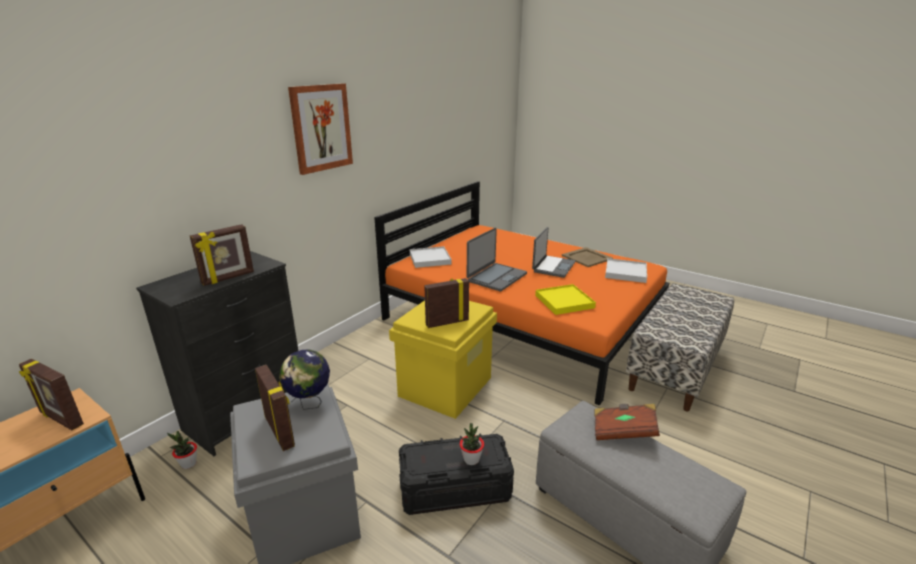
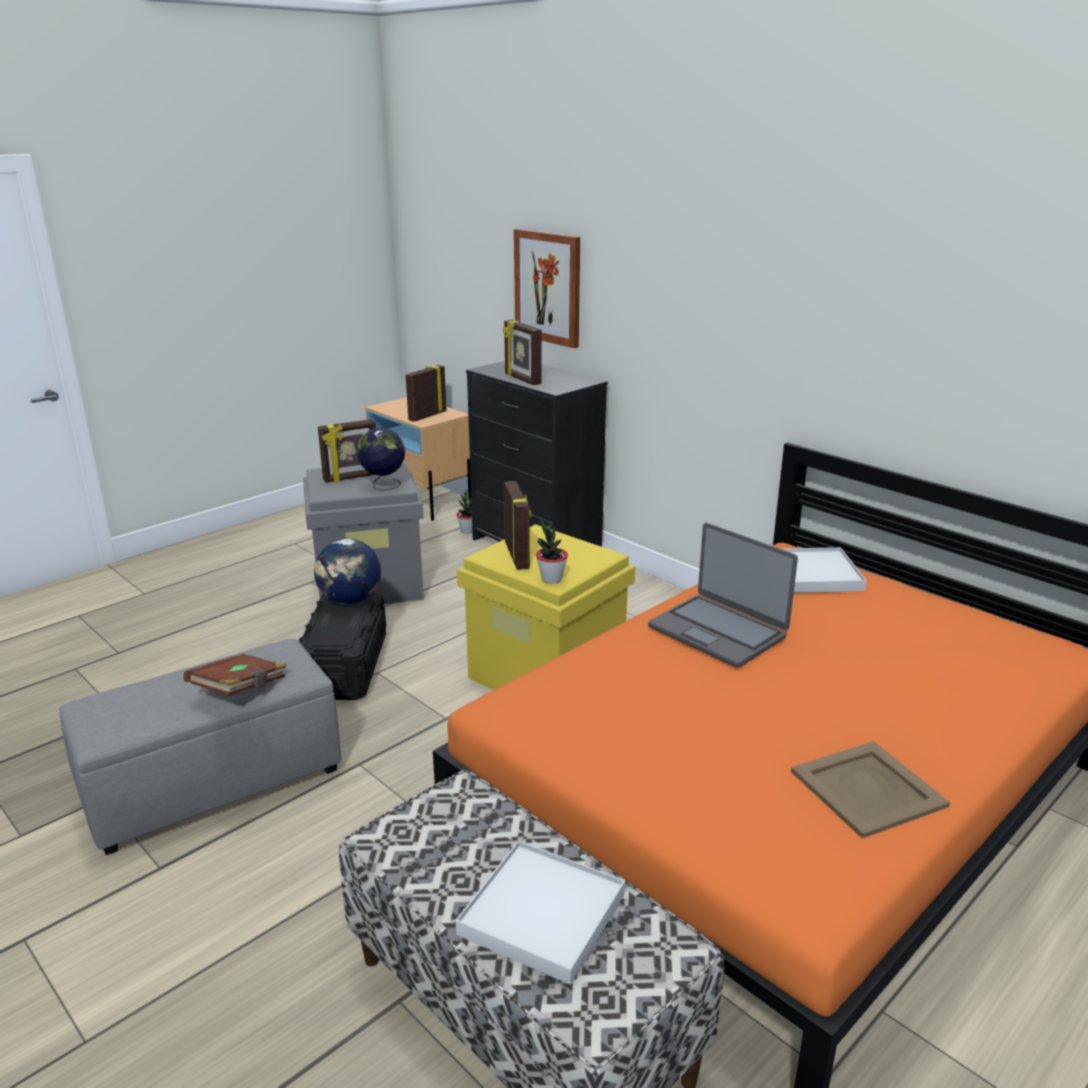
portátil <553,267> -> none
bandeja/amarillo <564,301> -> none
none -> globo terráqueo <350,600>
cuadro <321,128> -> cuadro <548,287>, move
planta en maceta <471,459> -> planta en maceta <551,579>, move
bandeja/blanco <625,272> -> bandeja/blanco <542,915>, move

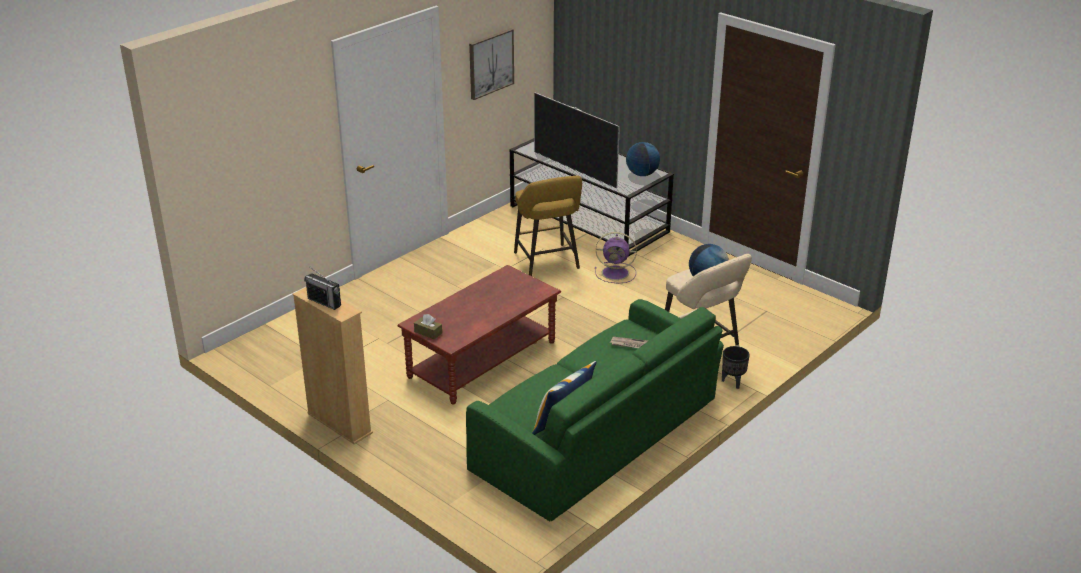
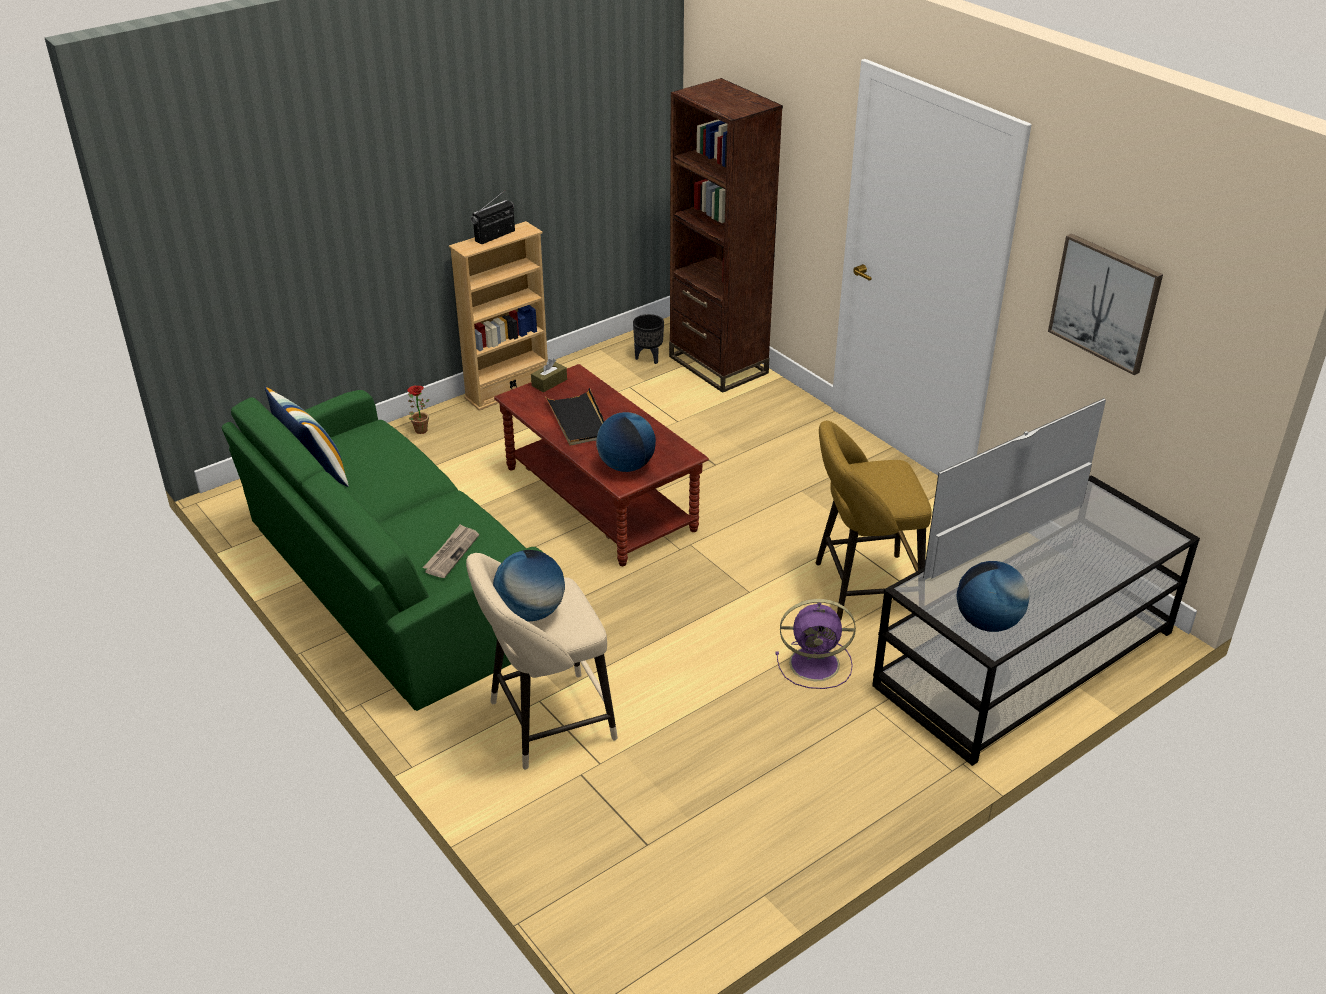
none -> planta en maceta <419,429>
none -> bandeja/negro <578,420>
none -> globo terráqueo <626,466>
none -> estantería/marrón <718,365>
maceta/negro <733,382> -> maceta/negro <648,358>, move
ventilador/morado <616,273> -> ventilador/morado <816,664>, 105 degrees counterclockwise

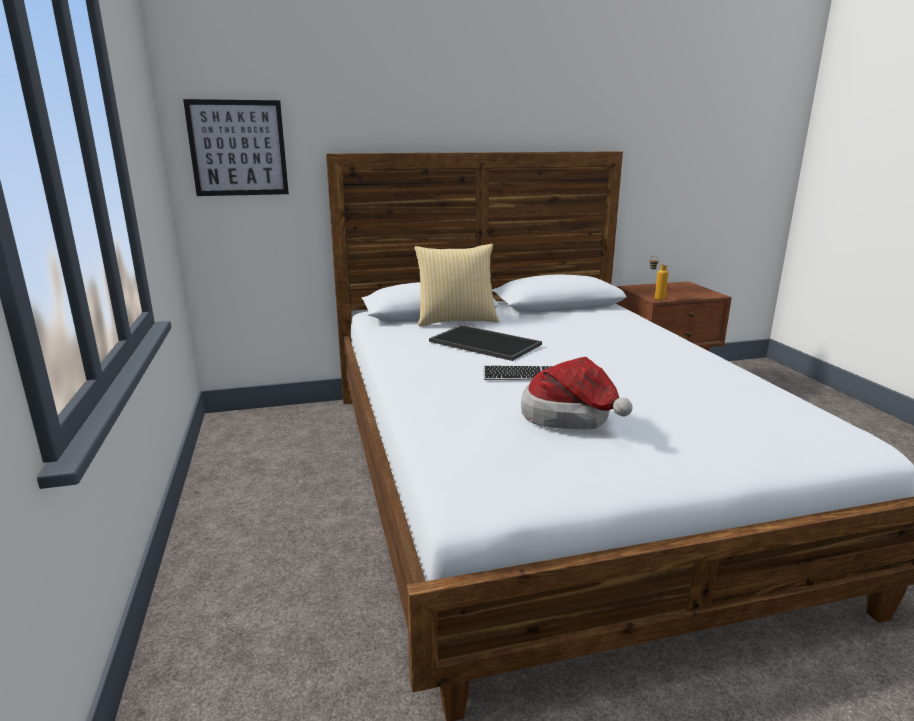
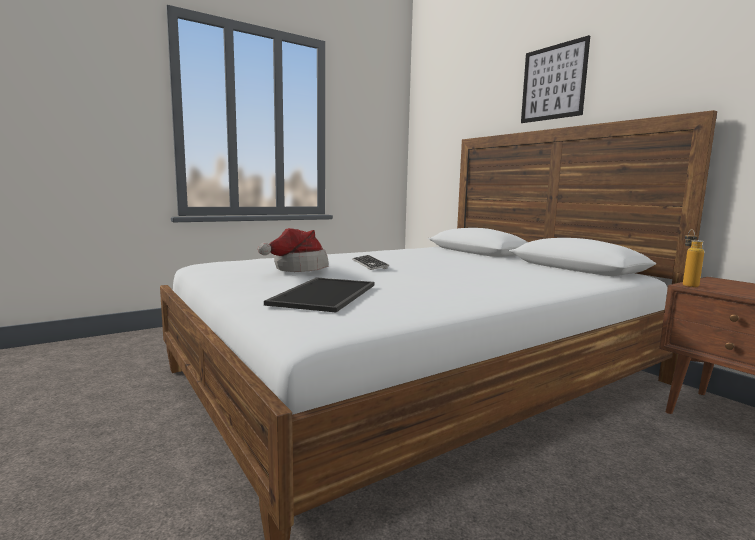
cojín <456,320> -> none
cuadro <238,148> -> cuadro <553,82>, move
bandeja <483,343> -> bandeja <323,294>, move

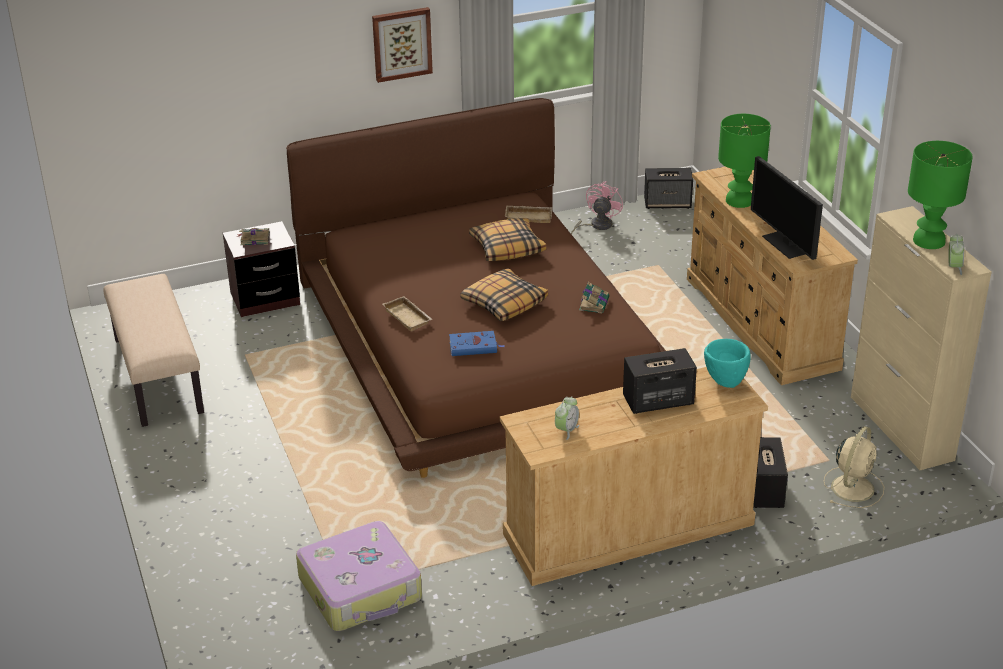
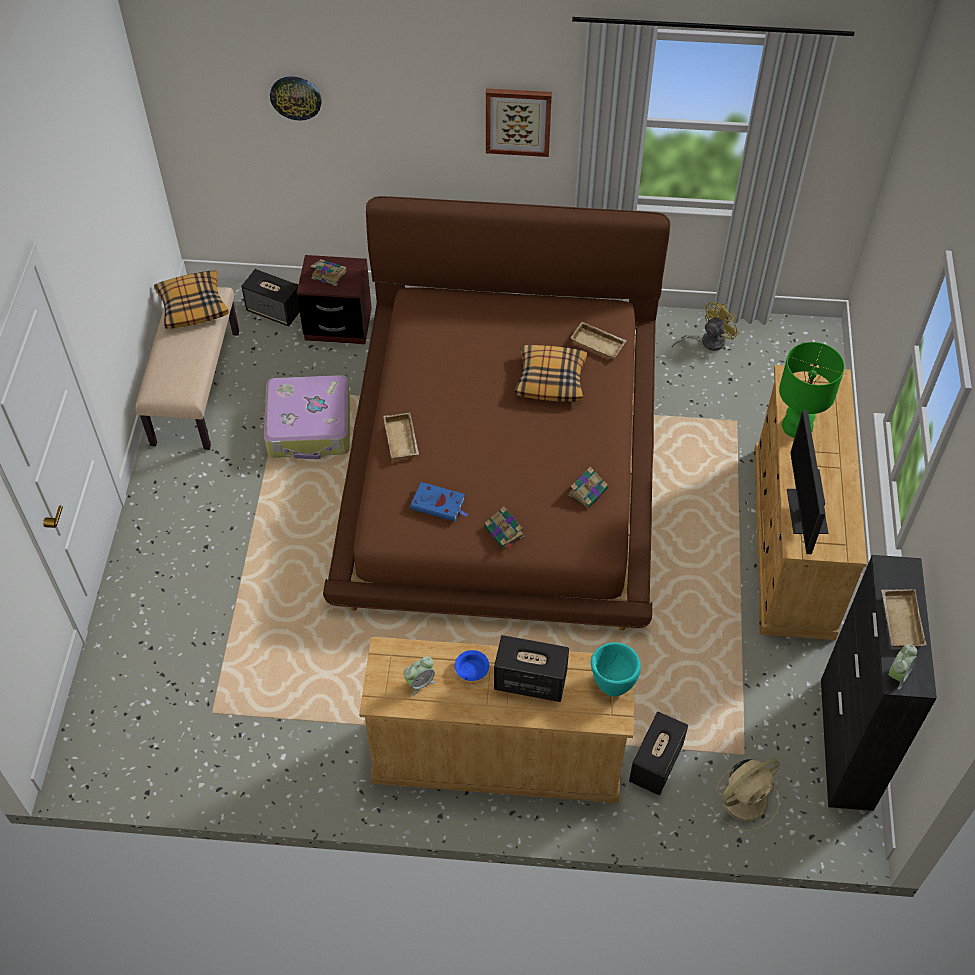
none -> reloj de pared <296,97>
none -> cuenco/azul <472,670>
none -> libro <504,532>
maleta <361,589> -> maleta <310,426>, move
cojín <504,303> -> cojín <192,306>, move
altavoz <668,203> -> altavoz <275,311>, move
lámpara de mesa/verde <928,240> -> bandeja/beis <899,620>
ventilador/rosa <596,226> -> ventilador/amarillo <707,342>
armario/beis <901,428> -> armario/negro <846,744>

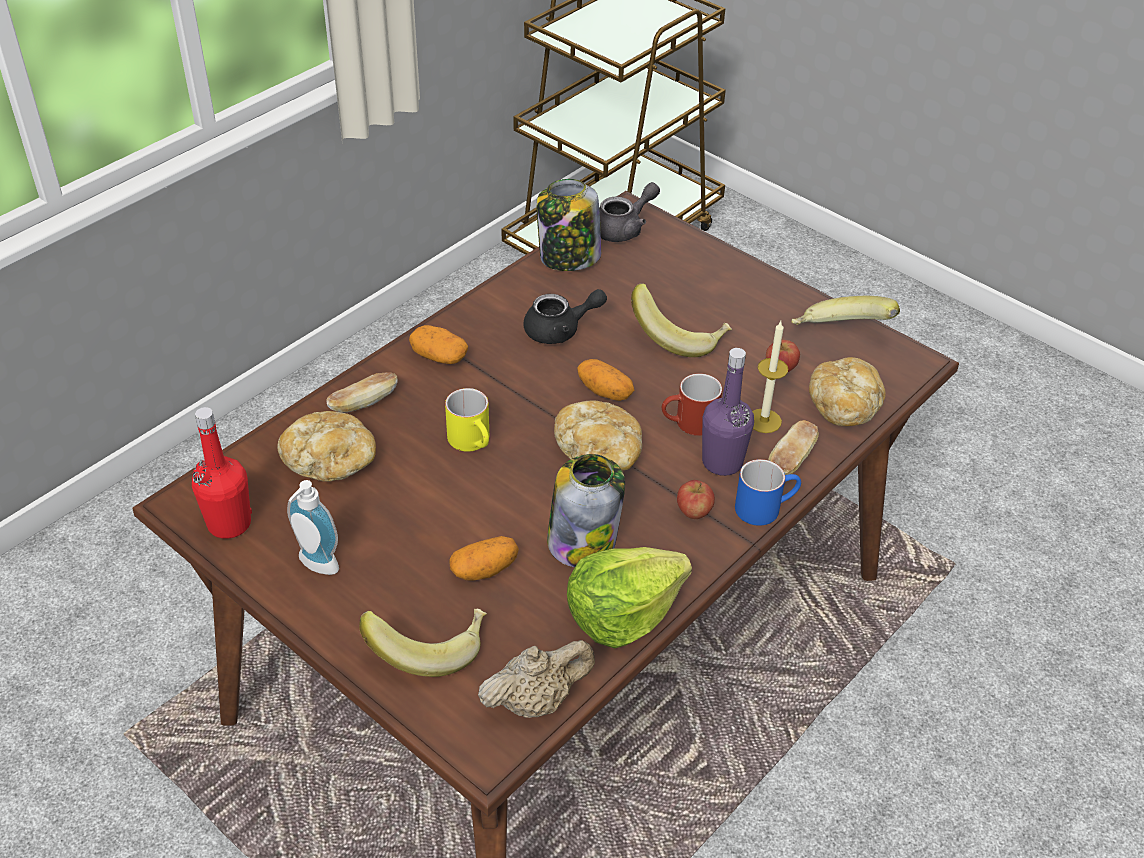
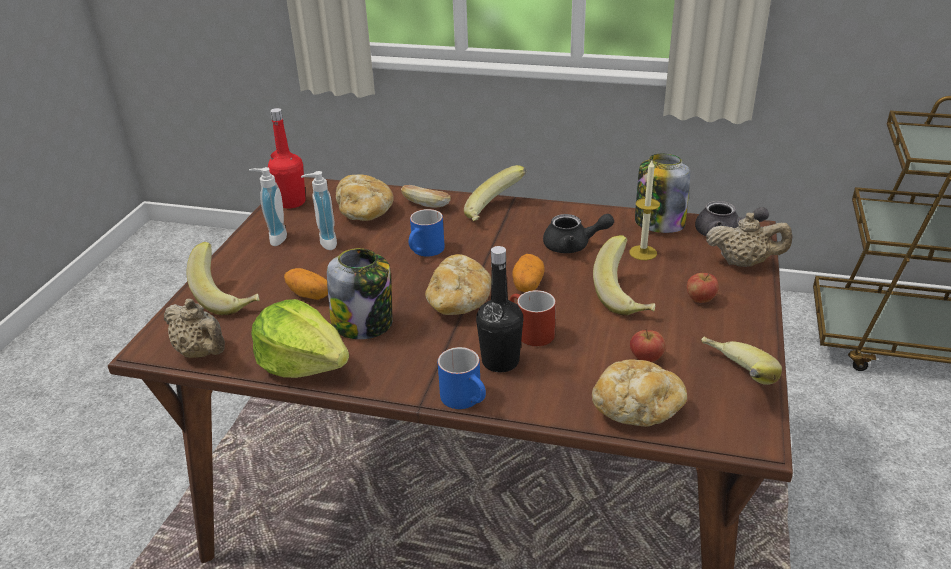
pan <791,460> -> none
none -> dispensador de jabón <324,243>
none -> tetera/beis <744,263>
manzana <693,512> -> manzana <700,299>, move
vela <764,421> -> vela <643,253>, move
patata <439,357> -> plátano <495,213>
taza grande/amarillo <474,442> -> taza grande/azul <425,251>
botella/morado <722,462> -> botella/negro <500,361>
tetera/negro <560,330> -> tetera/negro <573,246>, 45 degrees counterclockwise

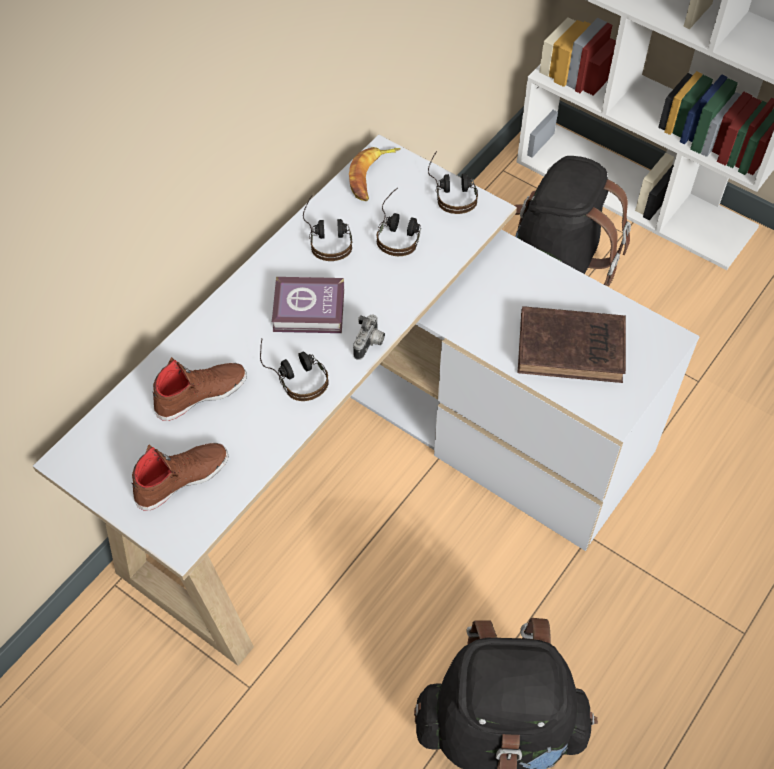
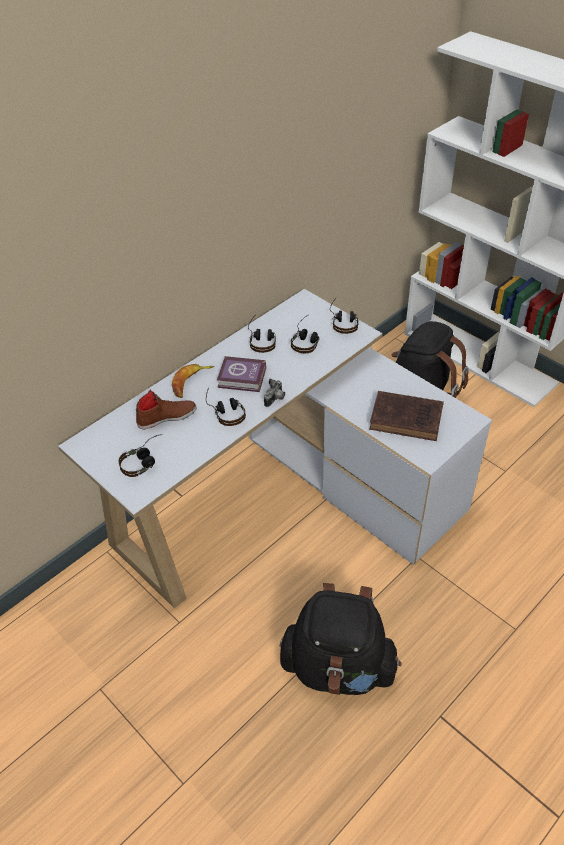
plátano <372,176> -> plátano <190,383>, move
zapato/marrón <181,478> -> auriculares <144,461>

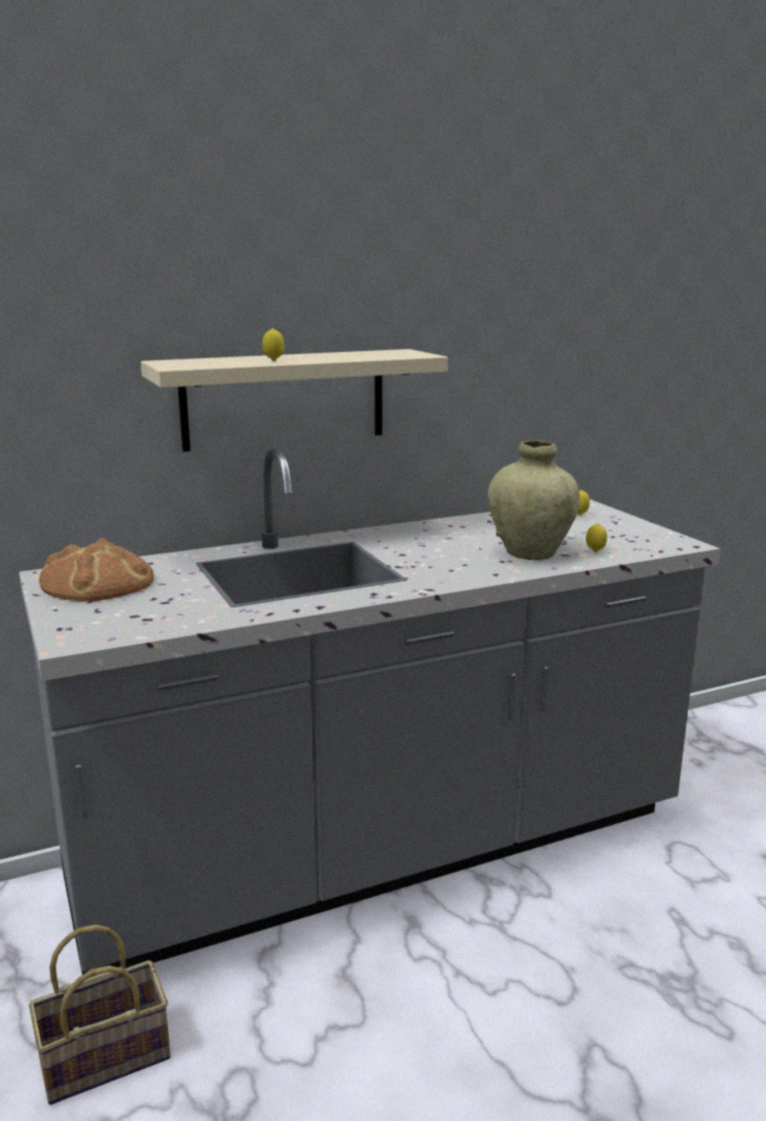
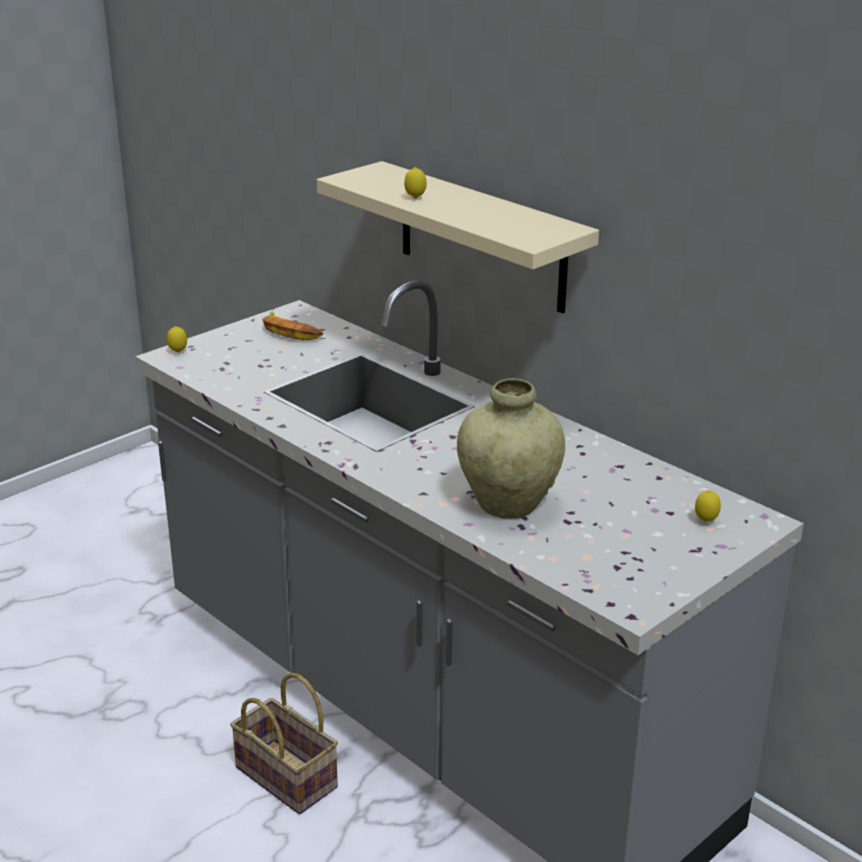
cesta <108,1055> -> cesta <289,777>, move
limón <595,552> -> limón <178,352>, move
pan <99,582> -> plátano <291,332>

